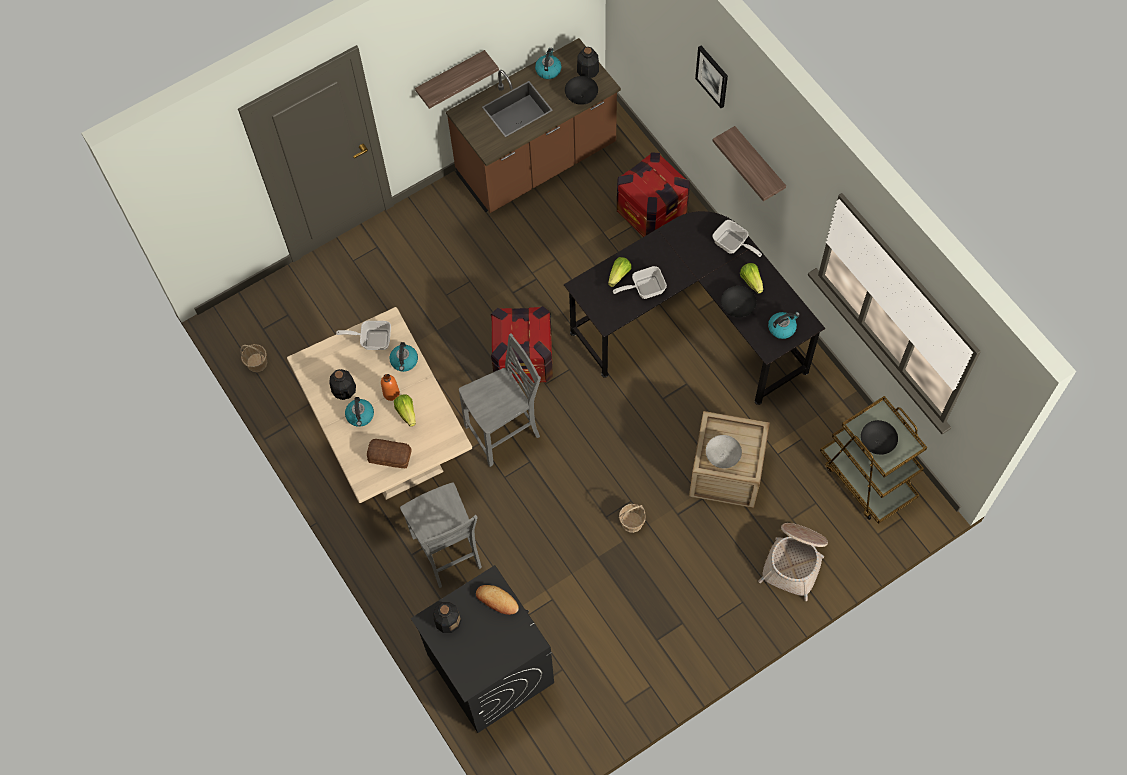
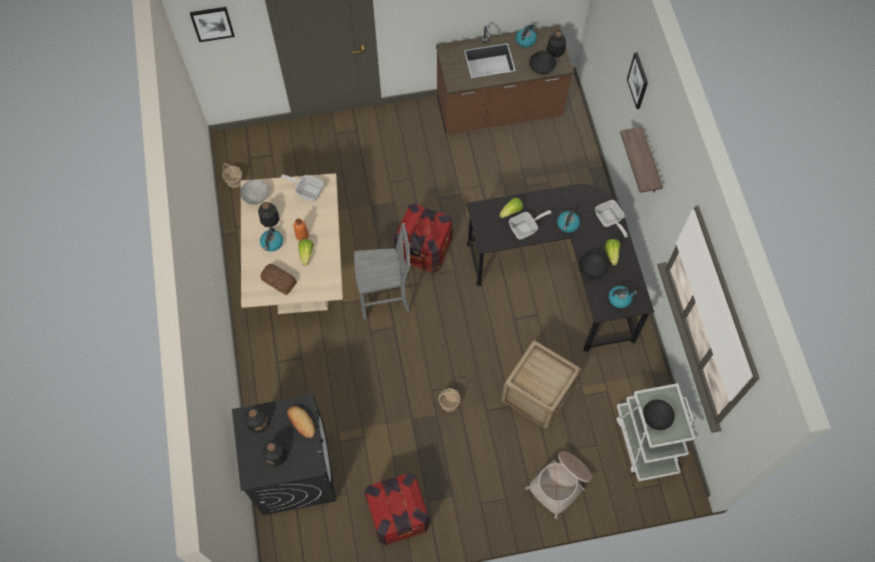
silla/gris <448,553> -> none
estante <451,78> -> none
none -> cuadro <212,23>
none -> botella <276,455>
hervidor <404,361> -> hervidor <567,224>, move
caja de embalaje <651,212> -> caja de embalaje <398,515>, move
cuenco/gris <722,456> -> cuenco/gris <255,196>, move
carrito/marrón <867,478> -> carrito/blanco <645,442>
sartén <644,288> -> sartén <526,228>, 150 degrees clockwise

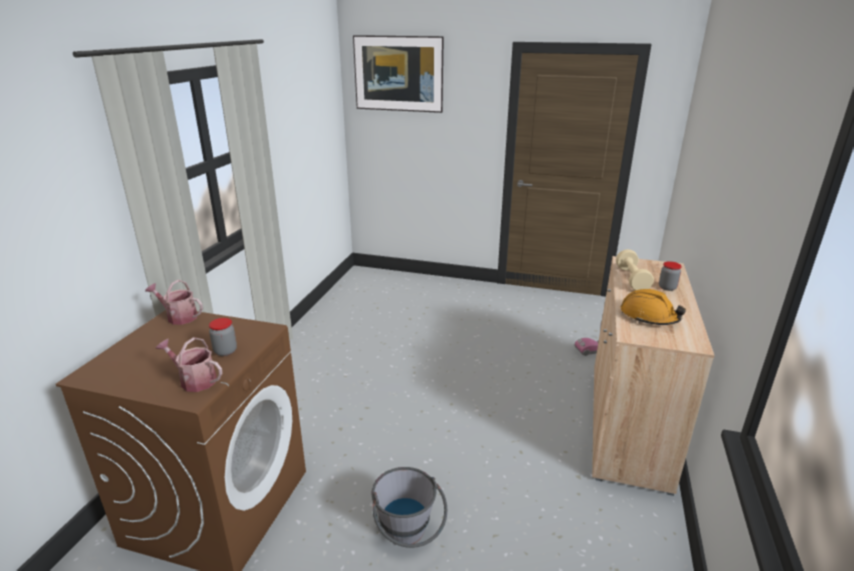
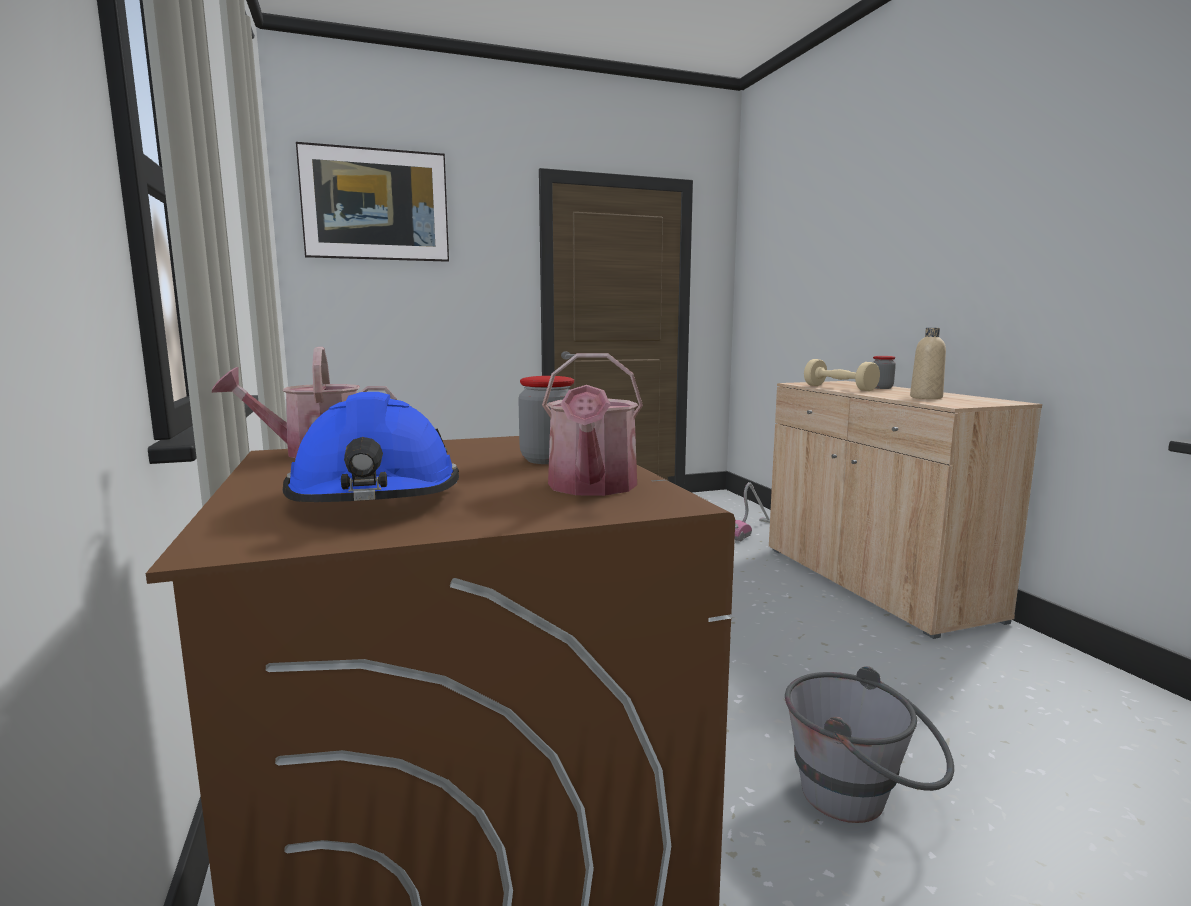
none -> casco/azul <375,497>
casco/naranja <649,316> -> botella/beis <926,397>
regadera <194,380> -> regadera <591,488>, 75 degrees counterclockwise

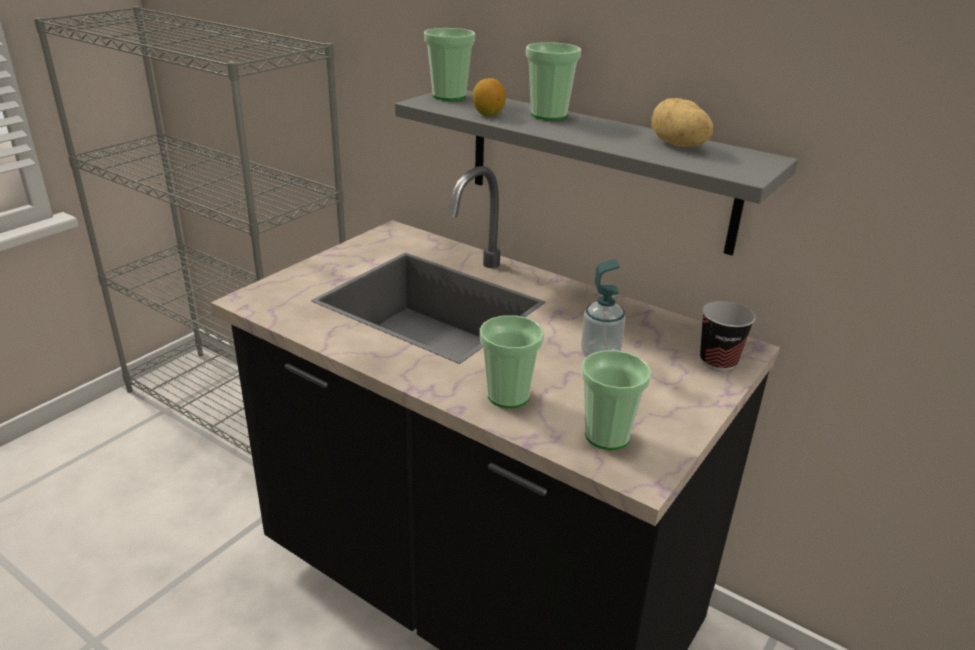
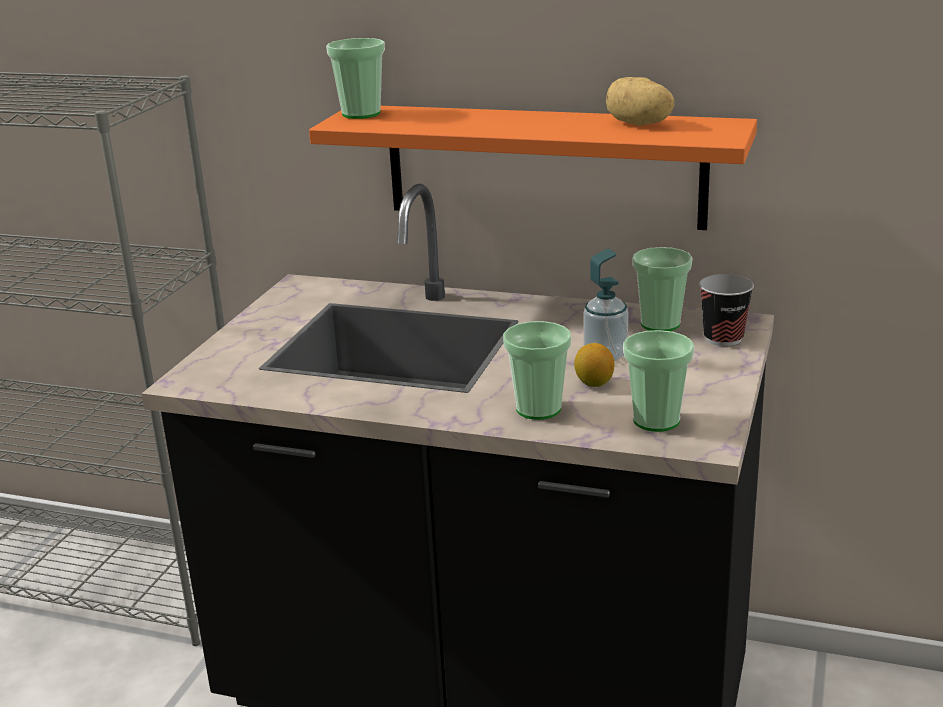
limón <488,114> -> limón <594,383>, move
taza <548,115> -> taza <660,324>, move
estante/gris <598,168> -> estante/naranja <544,166>

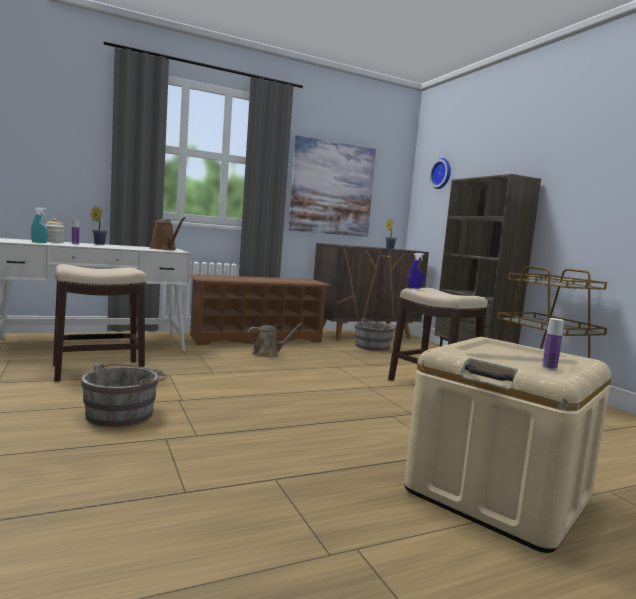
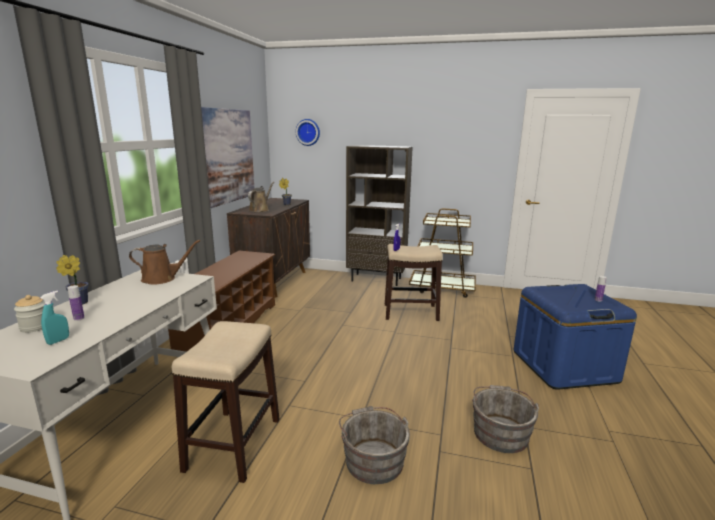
regadera/marrón <268,354> -> regadera/marrón <260,210>, move
cubo/gris <374,346> -> cubo/gris <500,432>, move
caja de almacenaje/beis <497,494> -> caja de almacenaje/azul <564,366>

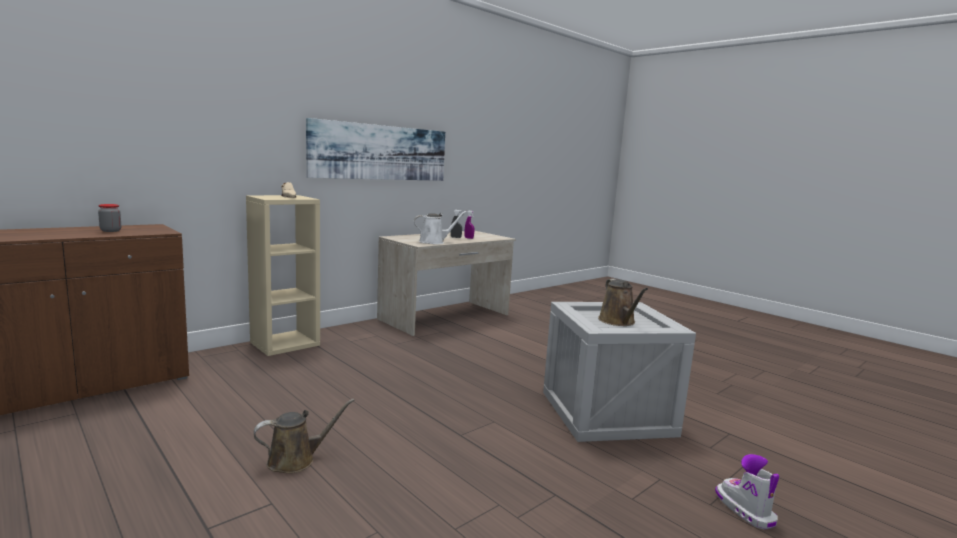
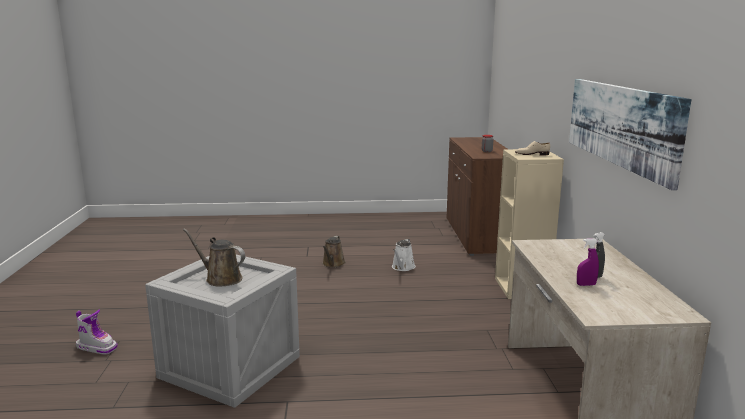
regadera/blanco <434,242> -> regadera/blanco <402,267>, move

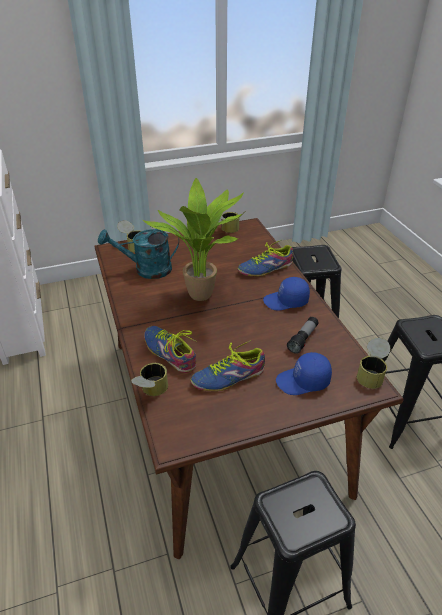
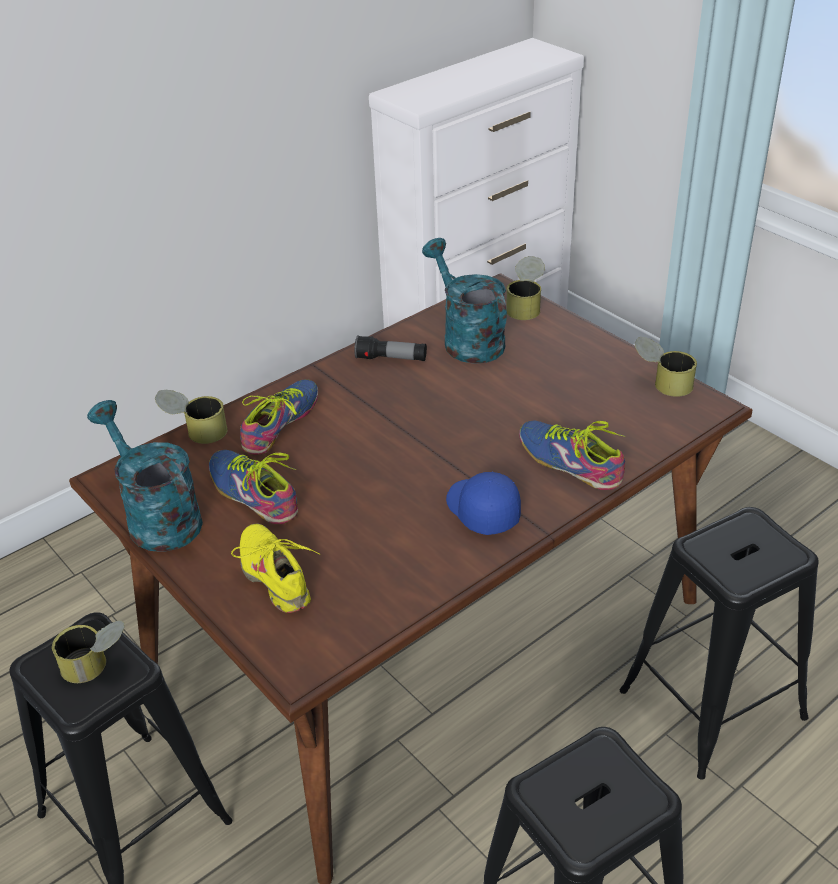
planta en maceta <204,296> -> none
none -> regadera/turquesa <156,517>
linterna <303,339> -> linterna <391,359>, move
lata <371,373> -> lata <97,666>, move
gorra/azul <303,381> -> zapato/amarillo <276,576>

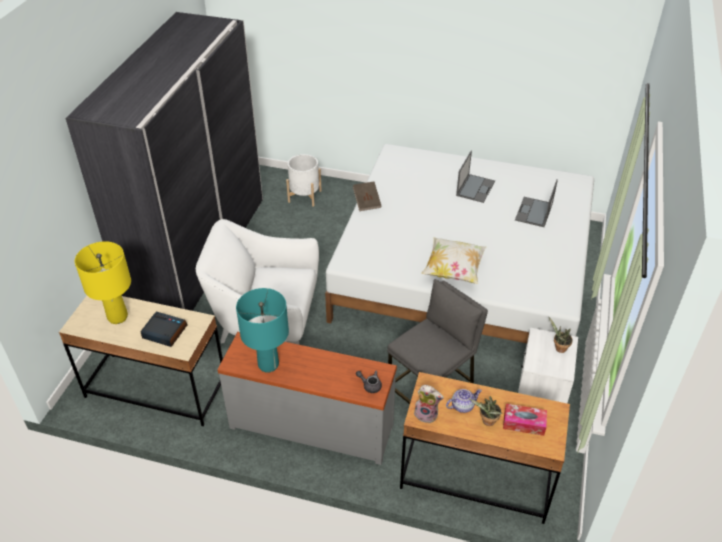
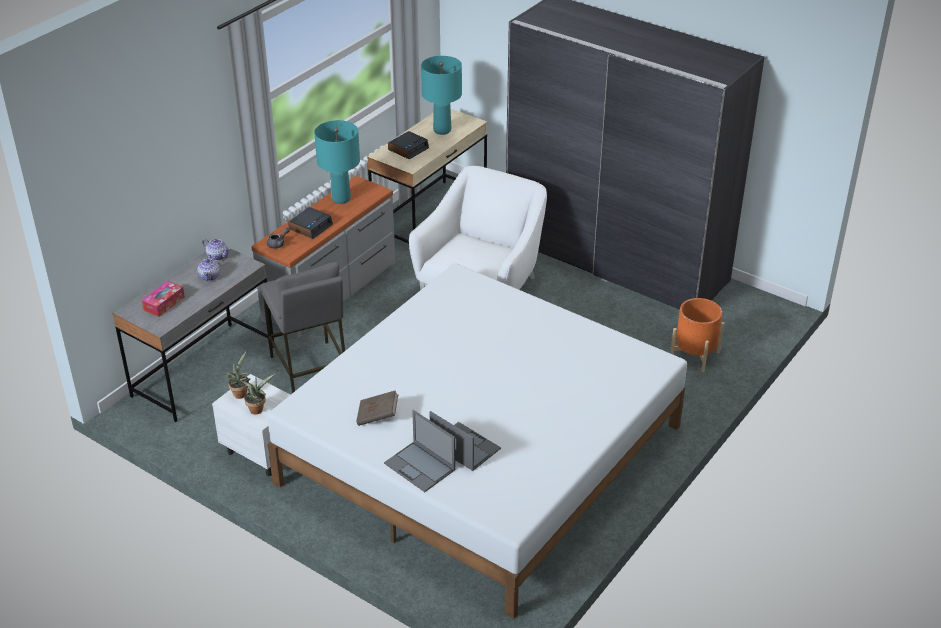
cojín <453,270> -> none
none -> despertador <310,227>
libro/marrón <367,202> -> libro/marrón <377,416>, move
portátil <475,188> -> portátil <420,467>, move
planta en maceta <487,422> -> planta en maceta <240,393>, move
peluche <427,414> -> tetera <217,256>
lámpara de mesa/amarillo <118,317> -> lámpara de mesa/turquesa <442,130>
maceta/blanco <304,196> -> maceta/naranja <694,355>
escritorio/marrón <475,478> -> escritorio/gris <204,371>

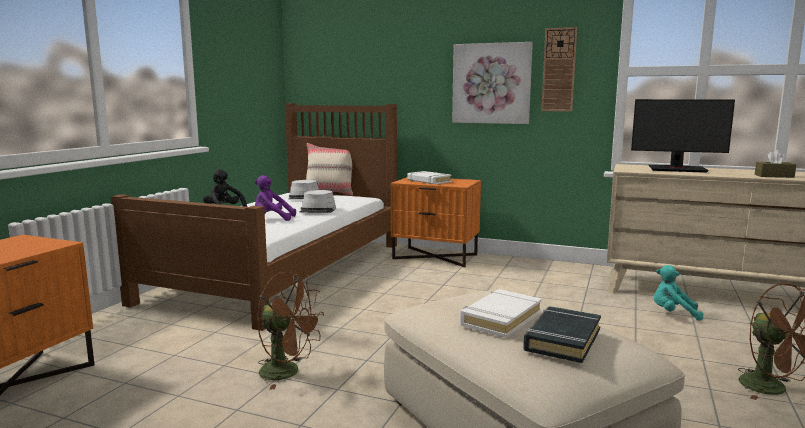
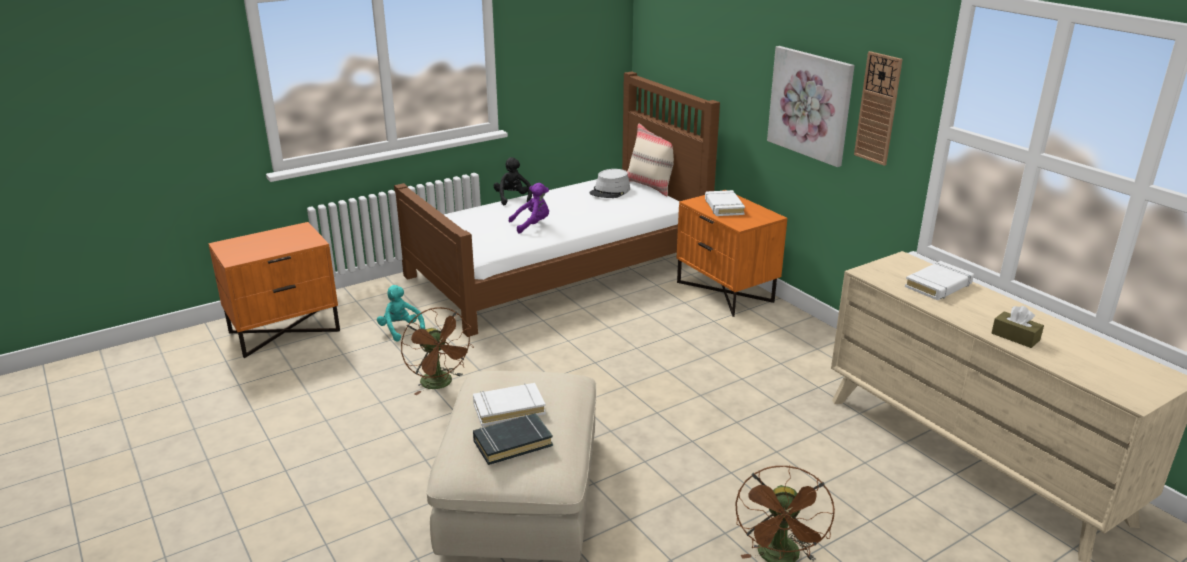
sombrero/gris <318,210> -> none
peluche/turquesa <673,314> -> peluche/turquesa <400,330>, move
monitor <676,169> -> libro/blanco <938,285>
peluche/morado <272,219> -> peluche/morado <532,225>, 120 degrees clockwise

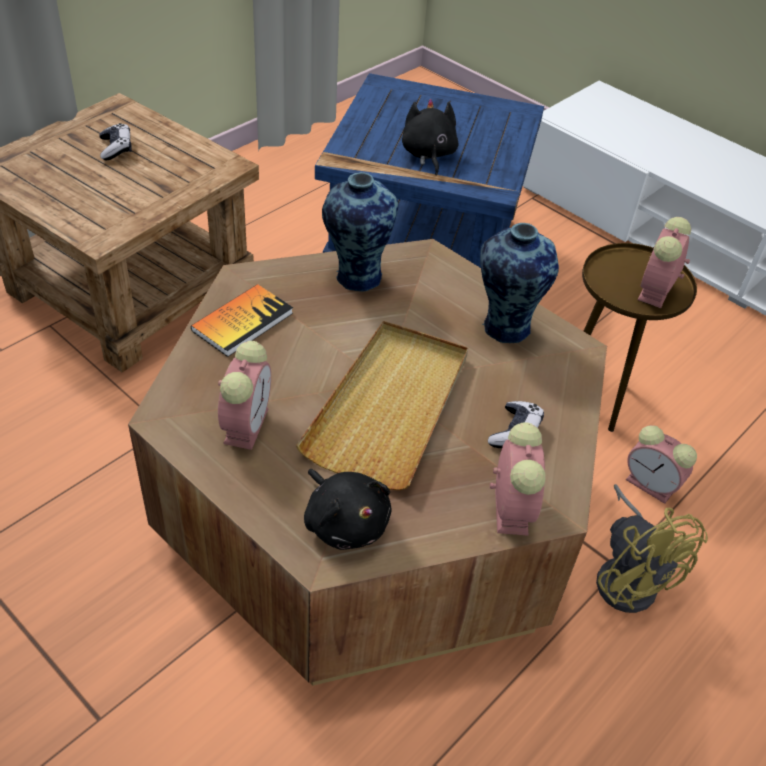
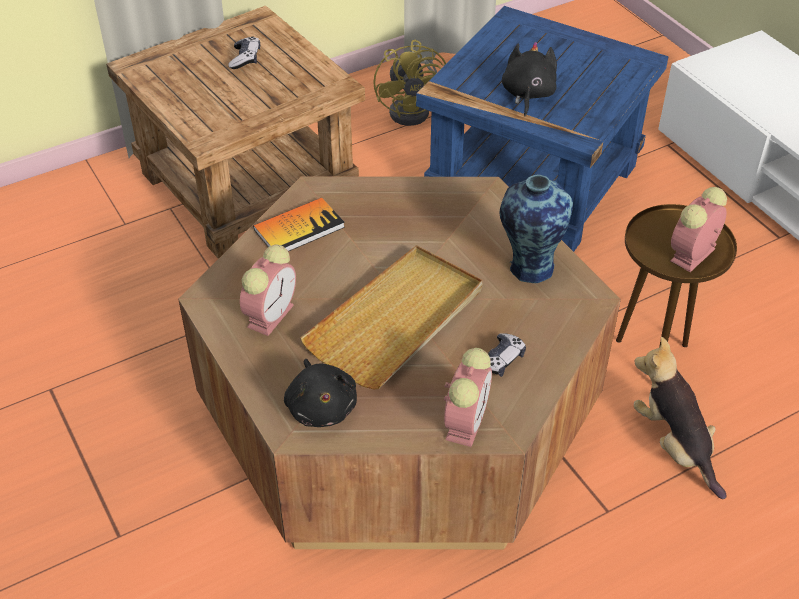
florero <356,277> -> none
ventilador/amarillo <628,576> -> ventilador/amarillo <415,110>, move
despertador <652,485> -> peluche <674,445>

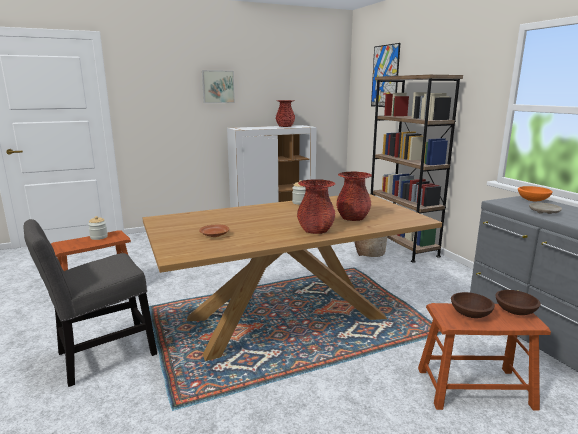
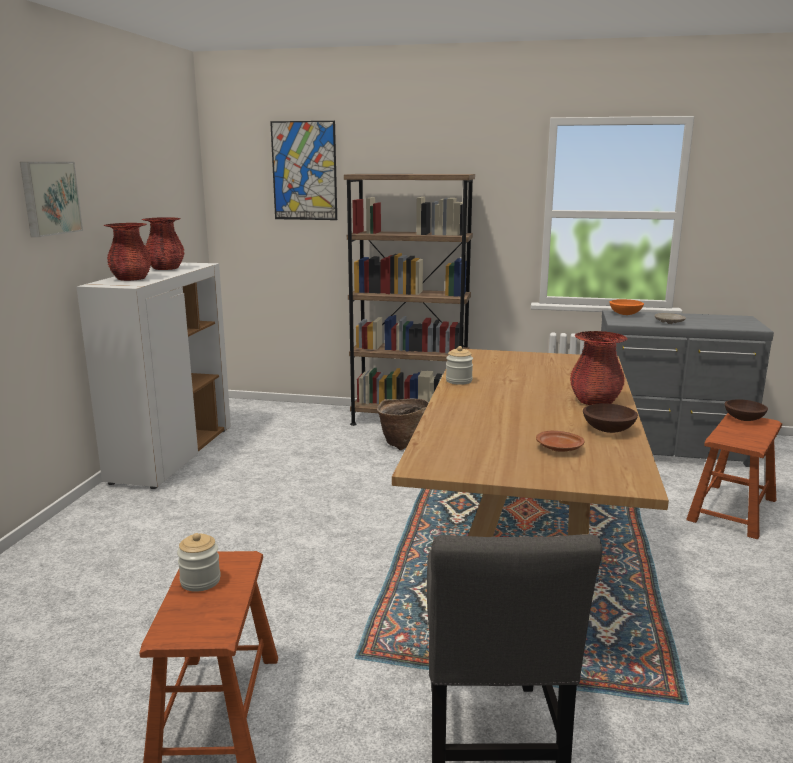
florero/rojo <353,218> -> florero/rojo <131,279>, move
cuenco/marrón <469,314> -> cuenco/marrón <607,430>, move

